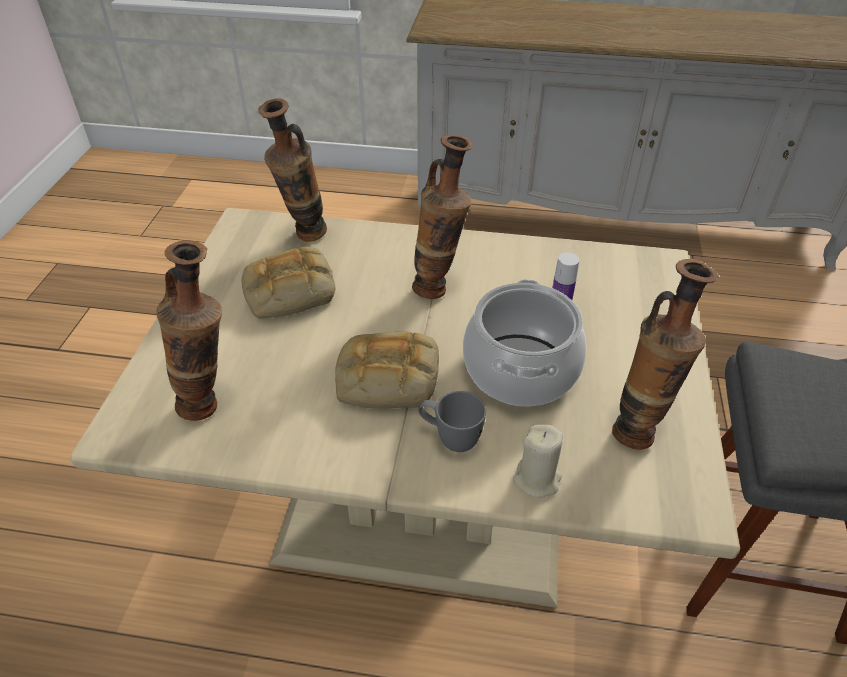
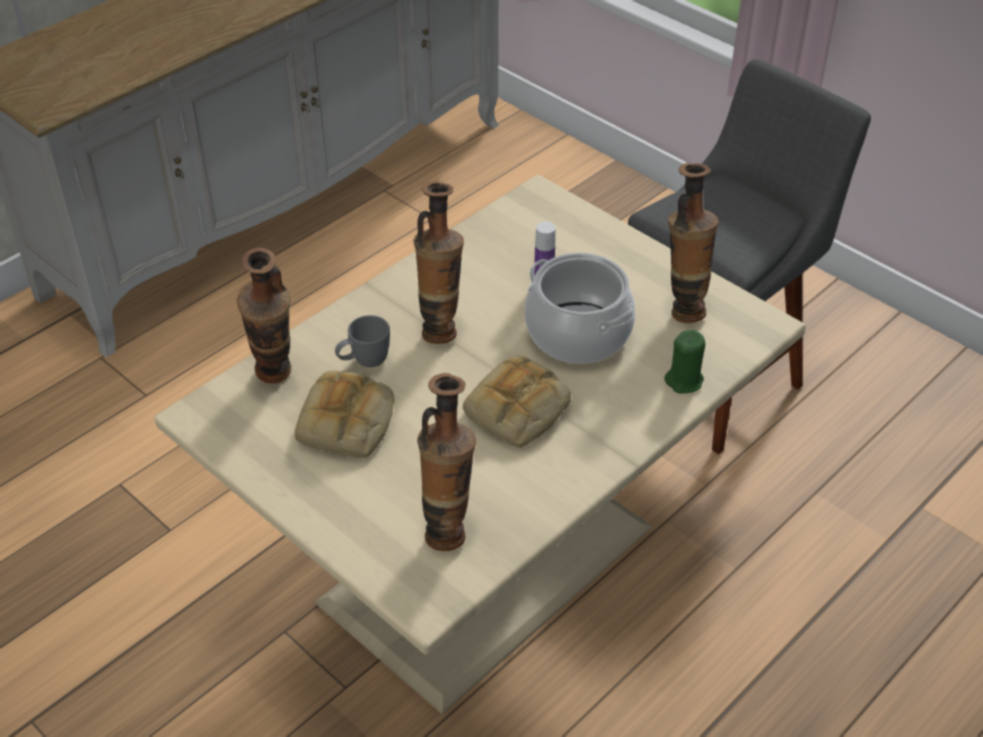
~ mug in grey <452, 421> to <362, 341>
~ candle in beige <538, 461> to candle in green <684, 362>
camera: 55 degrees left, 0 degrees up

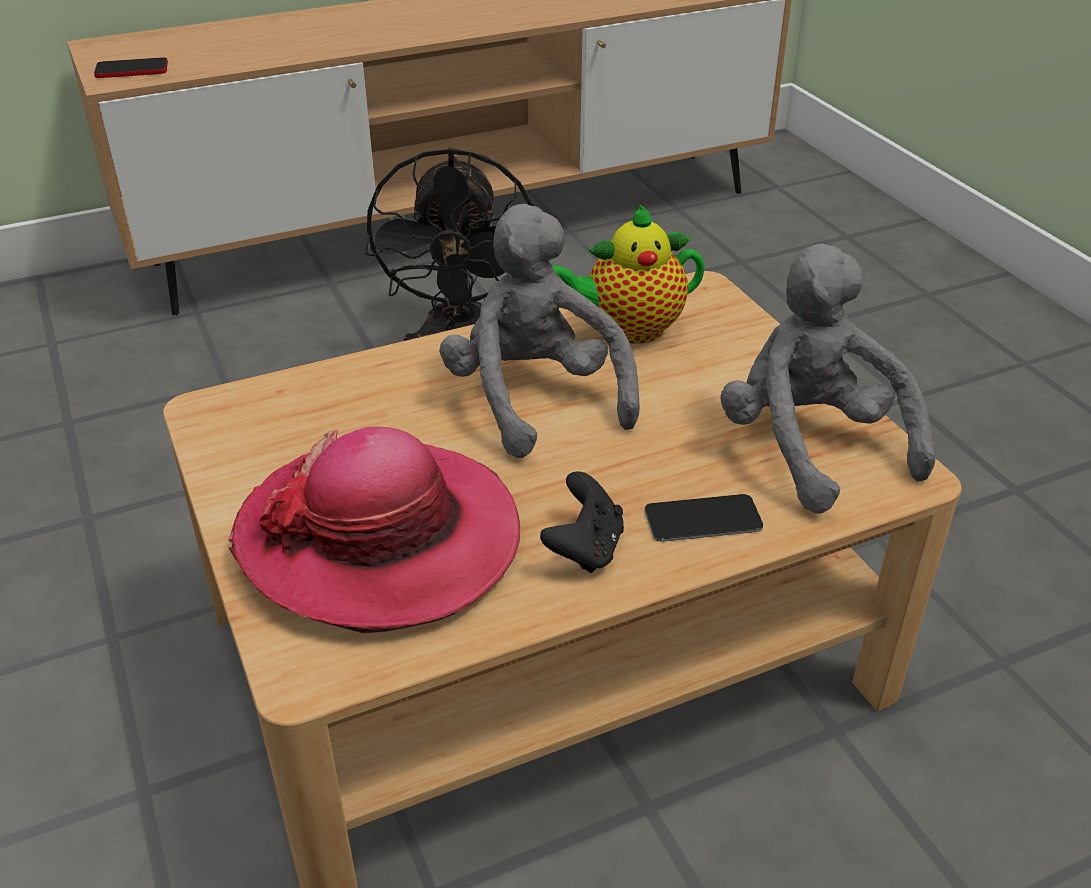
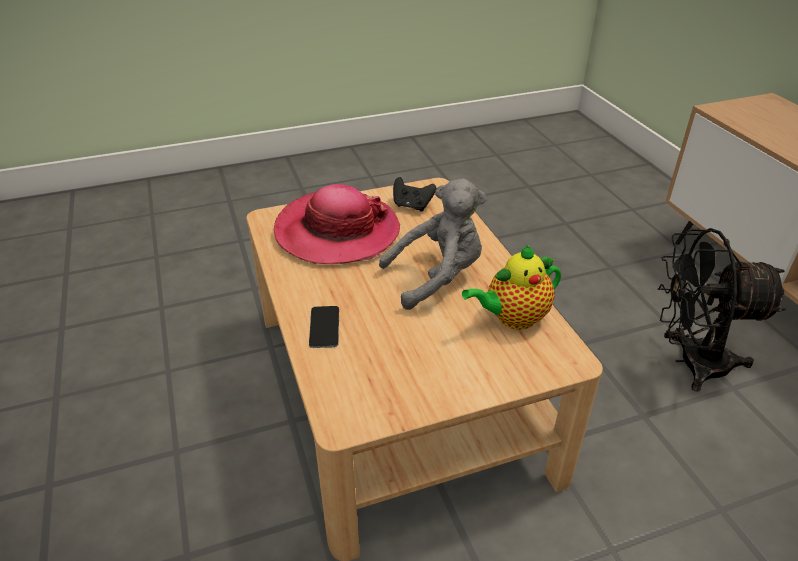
- phone <131, 67>
~ teapot <628, 274> = <511, 287> 105 degrees counterclockwise
- plush toy in grey <827, 378>
~ game controller in black <582, 522> to <414, 194>
camera: 95 degrees right, 0 degrees up

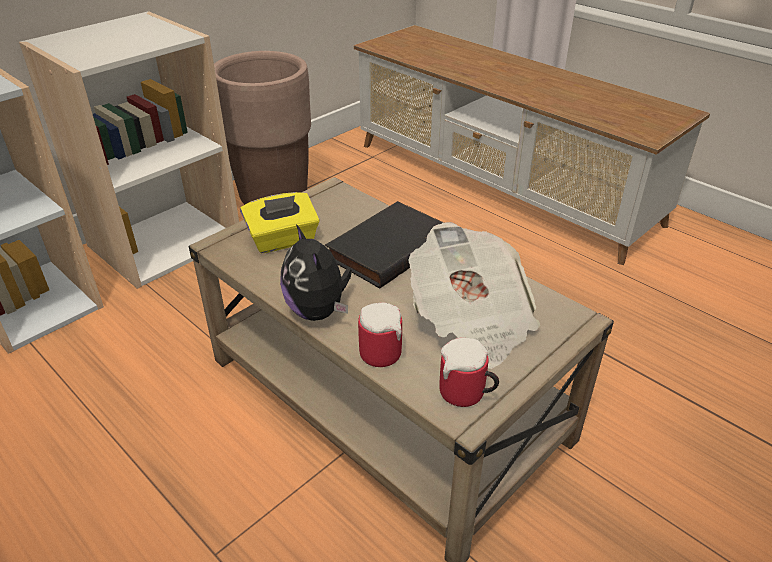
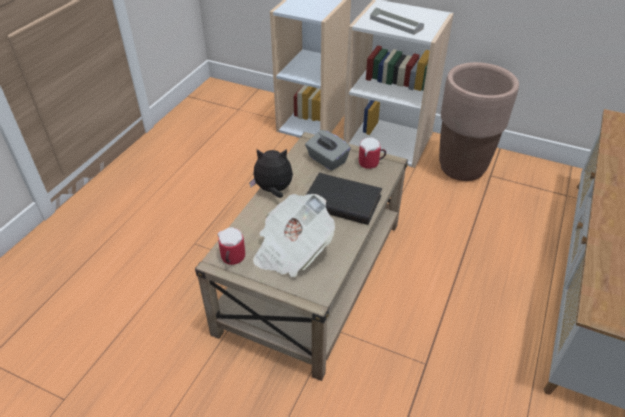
~ tissue box in yellow <280, 222> to tissue box in grey <328, 150>
~ plush toy <316, 272> = <271, 173> 45 degrees clockwise
~ mug <380, 334> to <372, 153>
+ tray in grey <397, 21>
camera: 70 degrees right, 5 degrees up

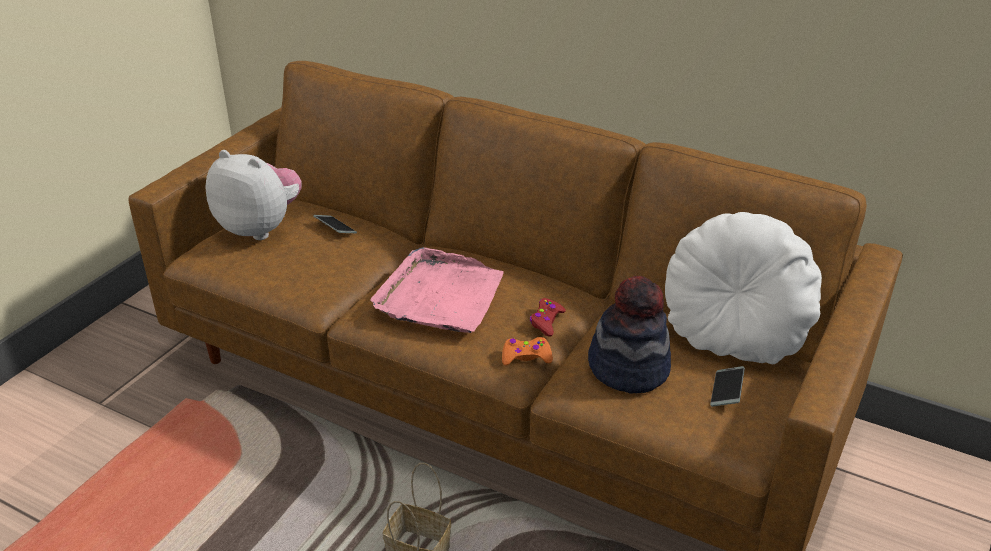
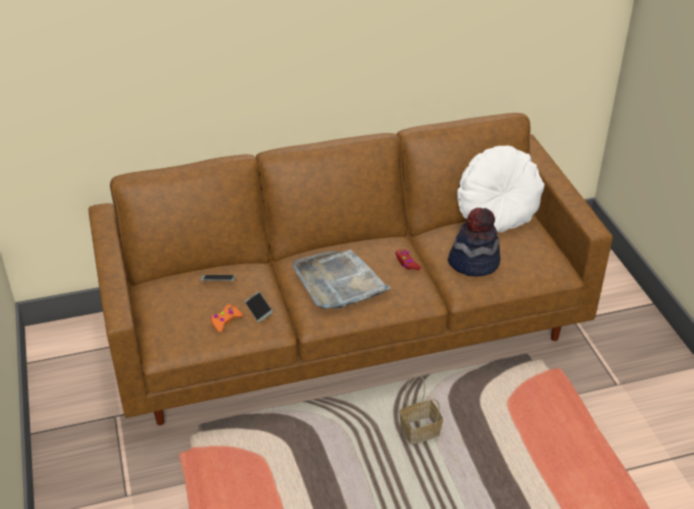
- plush toy <253, 195>
~ tray in pink <437, 290> to tray in grey <342, 279>
~ game controller in orange <527, 351> to <226, 319>
~ phone <727, 386> to <259, 306>
camera: 45 degrees left, 5 degrees up

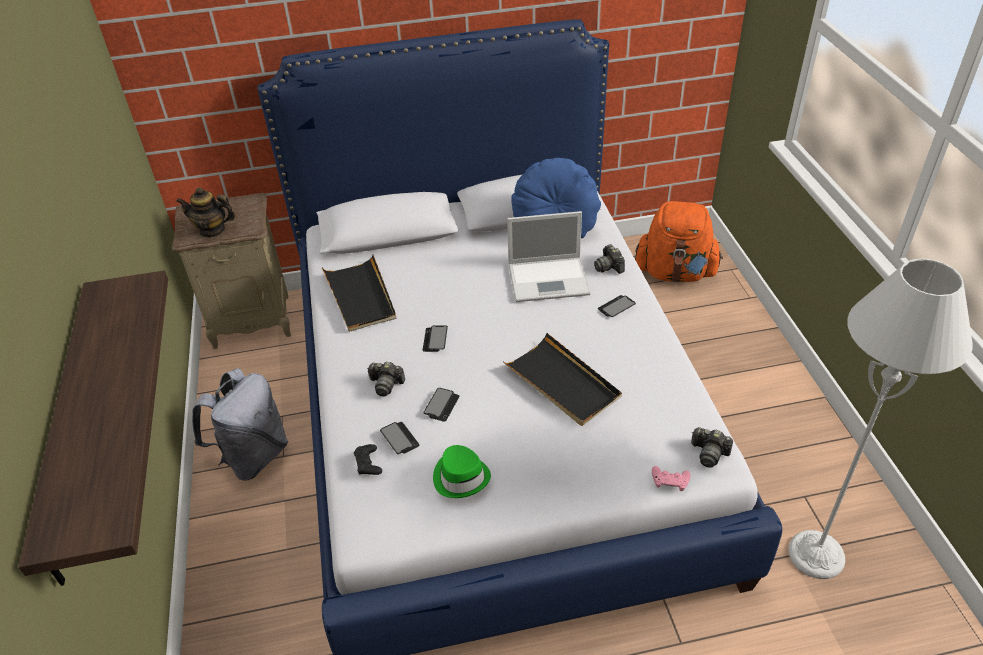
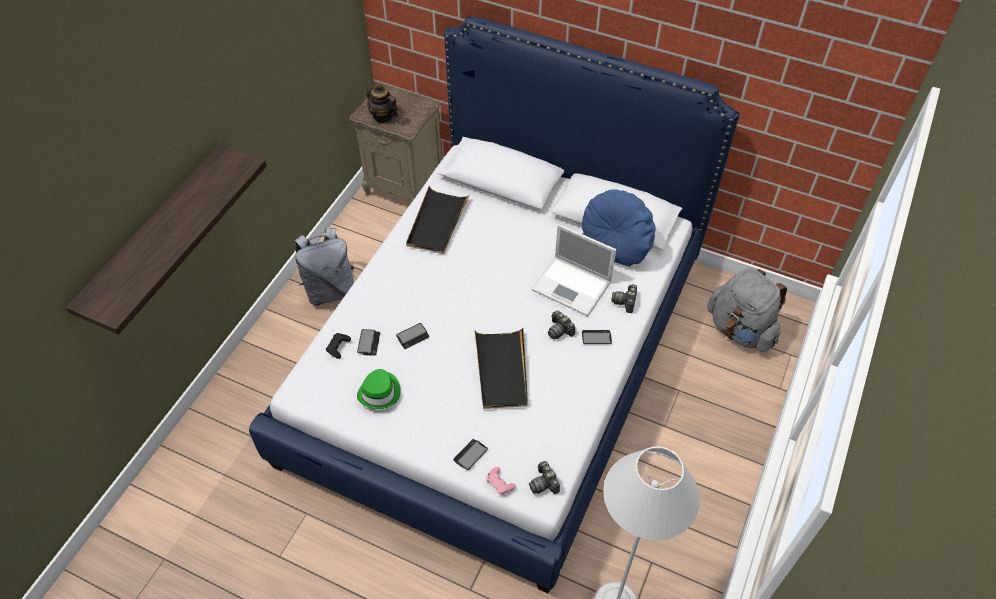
~ backpack in orange <679, 242> to backpack in grey <747, 310>
~ phone <435, 338> to <470, 454>
~ photo camera <386, 379> to <561, 324>
camera: 35 degrees right, 10 degrees up

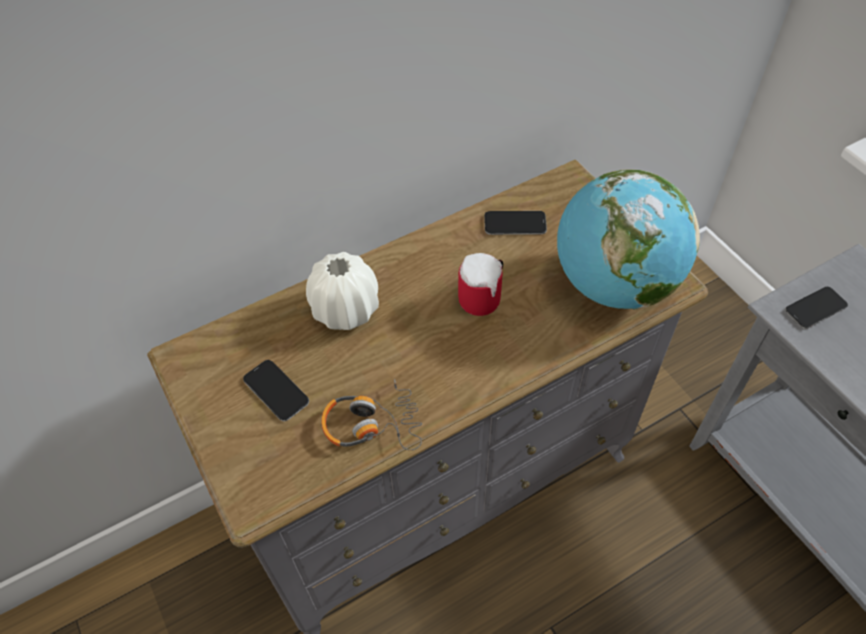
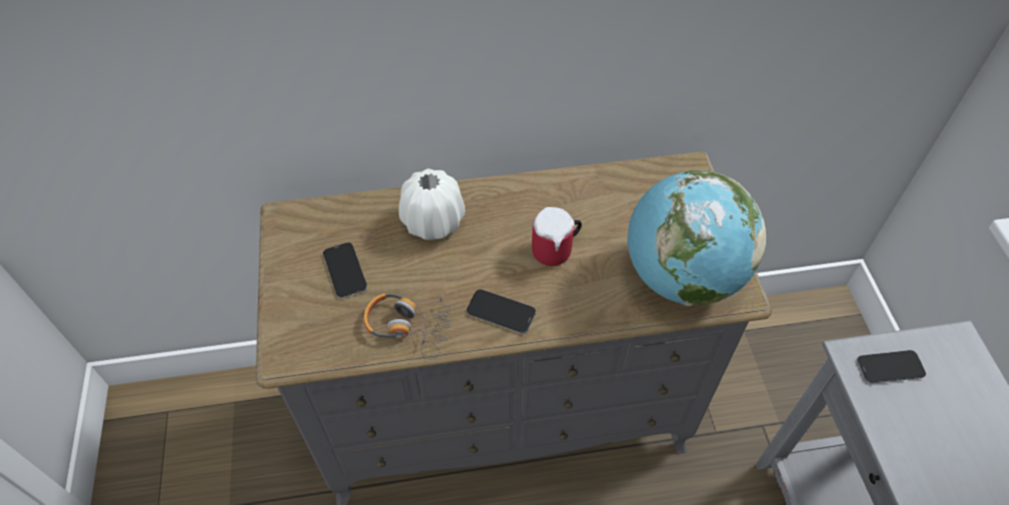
~ phone <515, 223> to <501, 311>
camera: 20 degrees right, 0 degrees up

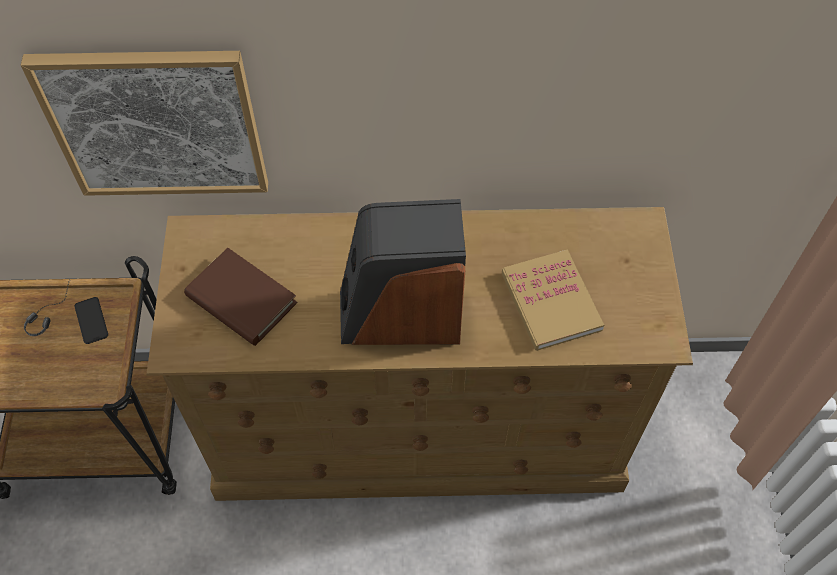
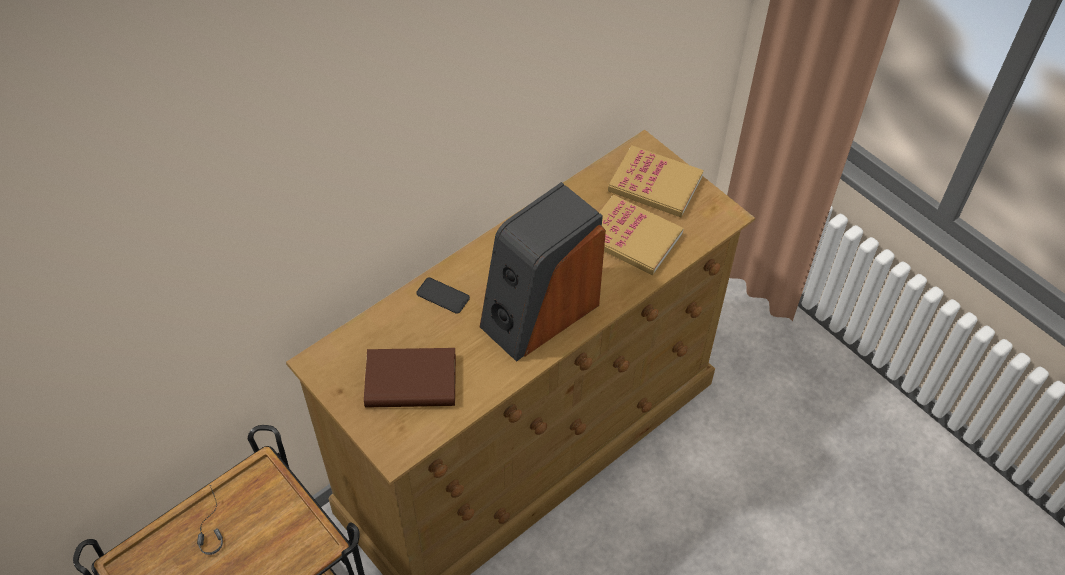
- picture <144, 123>
~ phone <91, 320> to <443, 295>
+ book <656, 181>
camera: 40 degrees left, 5 degrees down

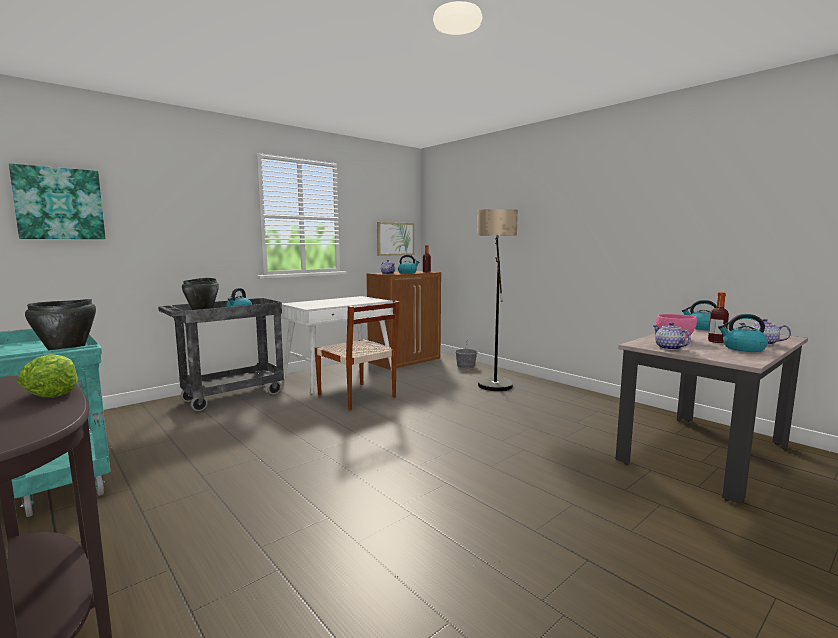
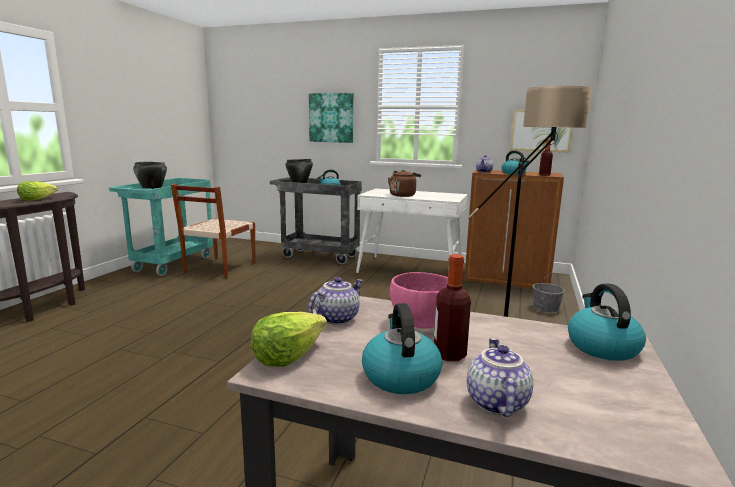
~ picture <57, 201> to <331, 118>
~ chair <357, 355> to <213, 231>
+ kettle in brown <404, 183>
+ lettuce <289, 339>
camera: 60 degrees right, 5 degrees up

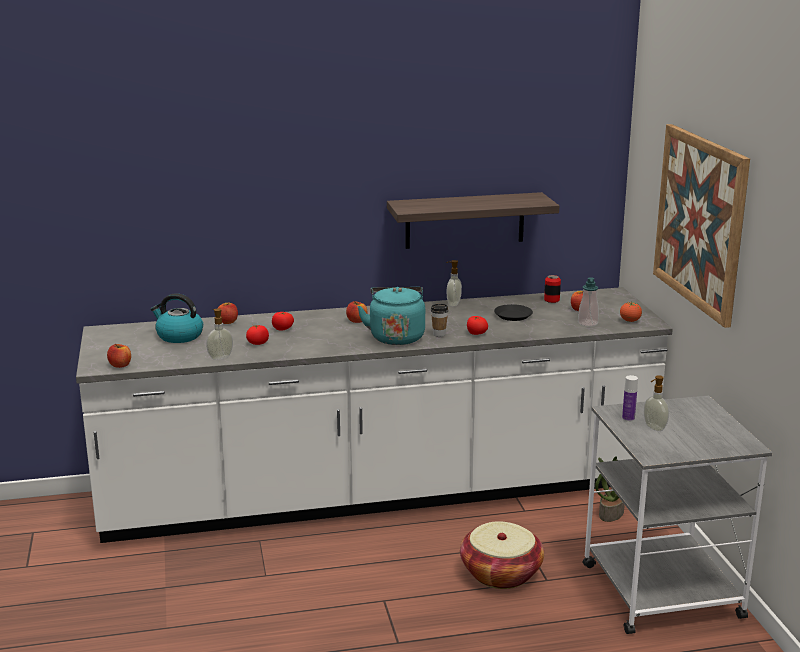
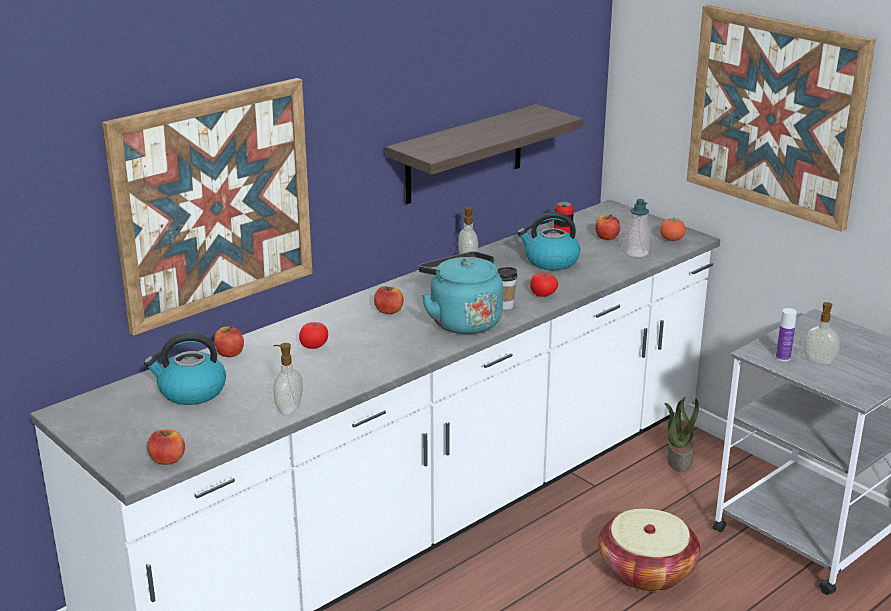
~ plate in black <513, 312> to kettle <548, 241>
- tomato <257, 335>
+ picture <207, 207>
camera: 30 degrees left, 5 degrees up

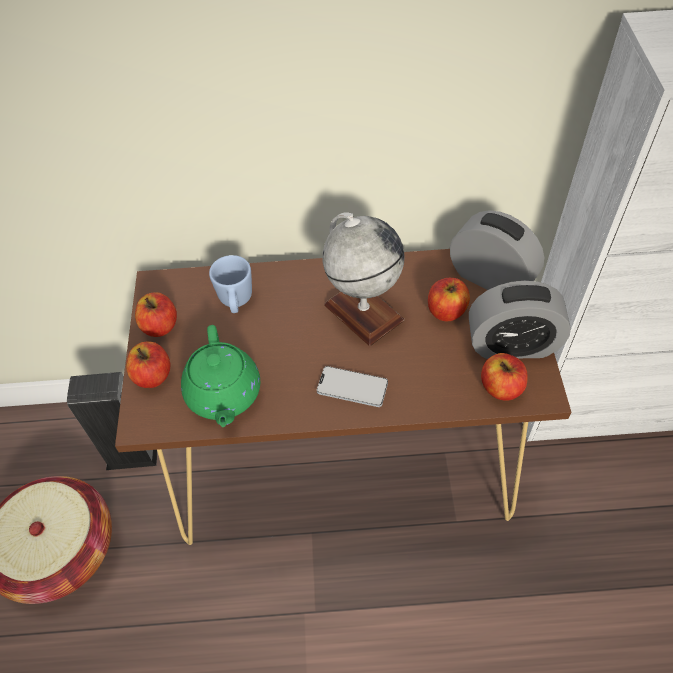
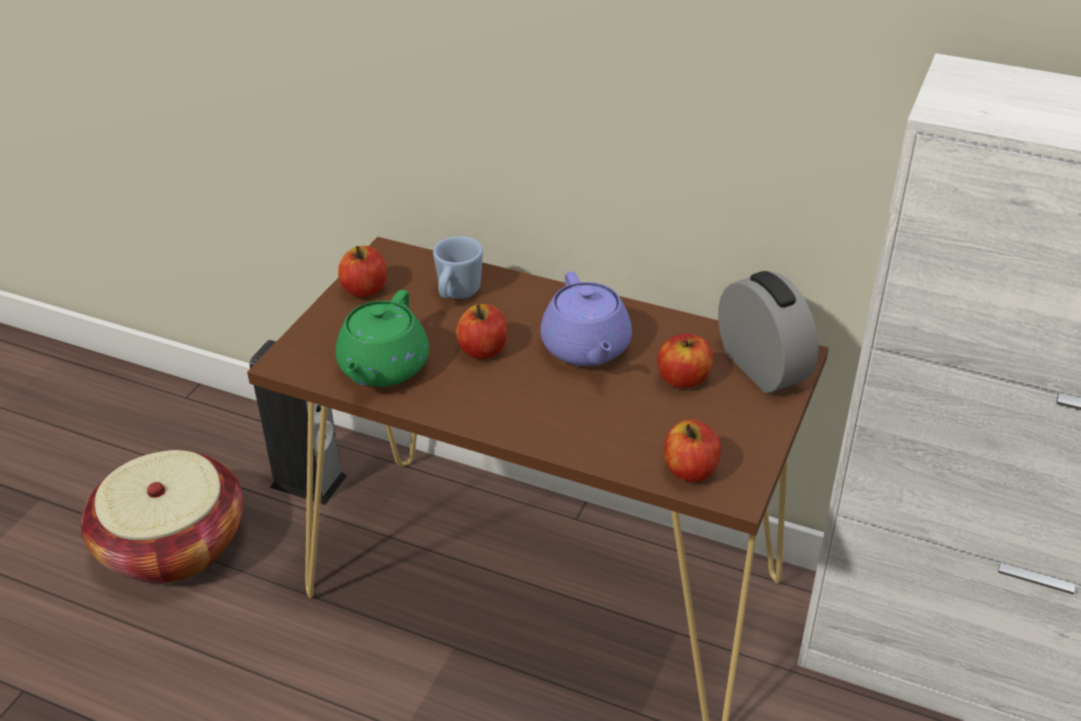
~ globe <364, 279> to teapot in purple <586, 319>
- alarm clock <520, 320>
~ apple <148, 364> to <481, 331>
- phone <352, 386>
camera: 25 degrees right, 15 degrees down

